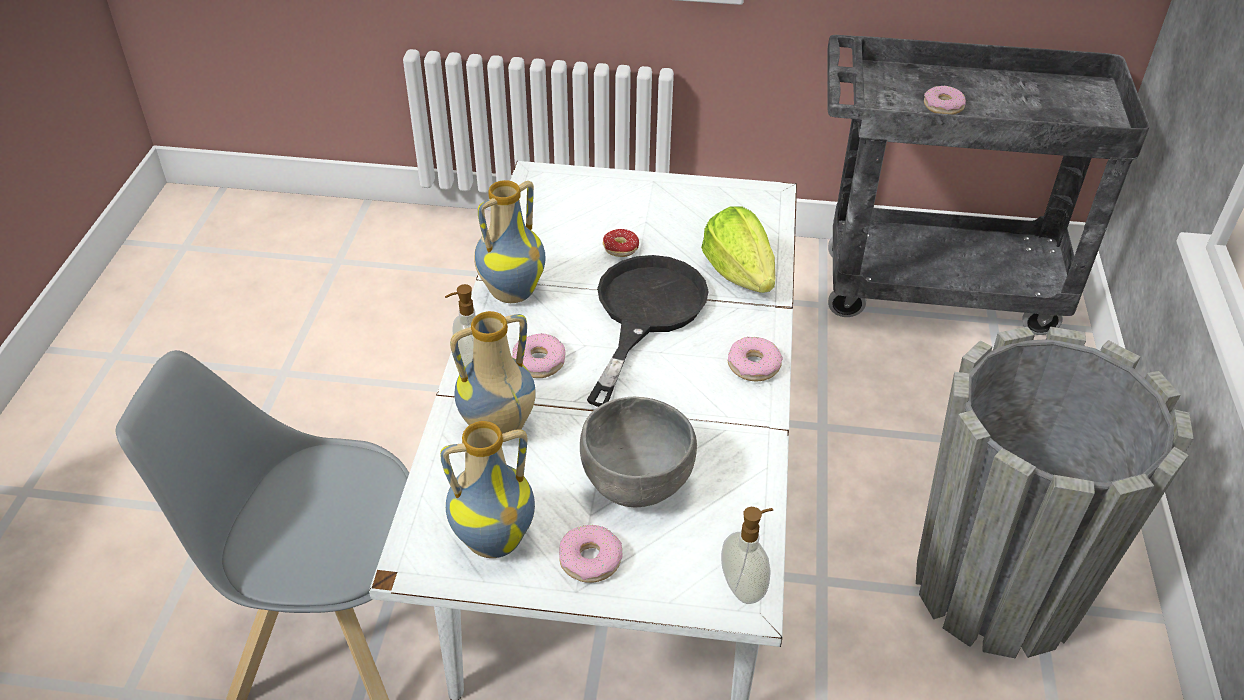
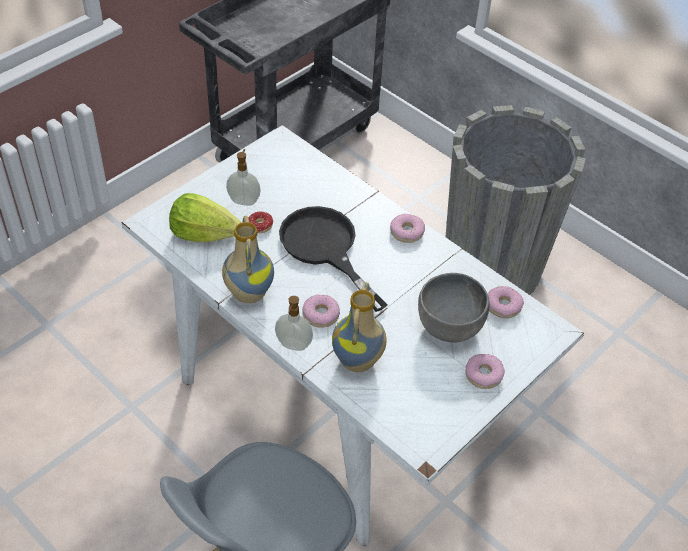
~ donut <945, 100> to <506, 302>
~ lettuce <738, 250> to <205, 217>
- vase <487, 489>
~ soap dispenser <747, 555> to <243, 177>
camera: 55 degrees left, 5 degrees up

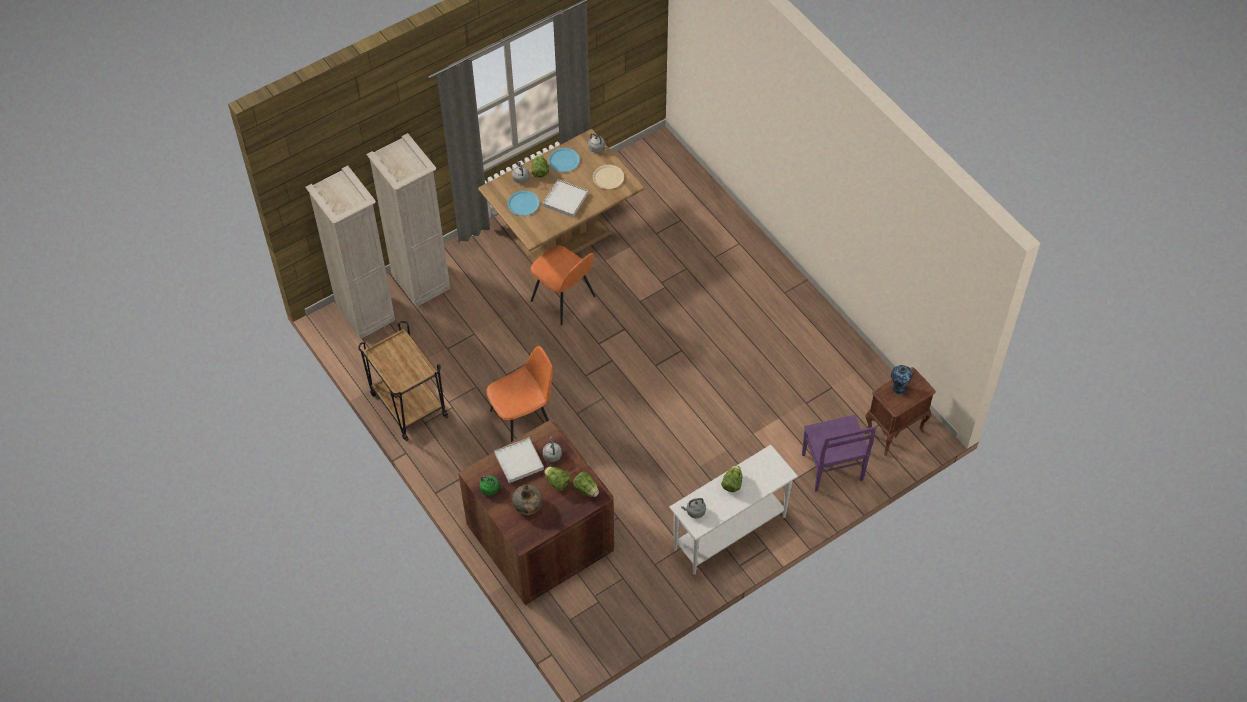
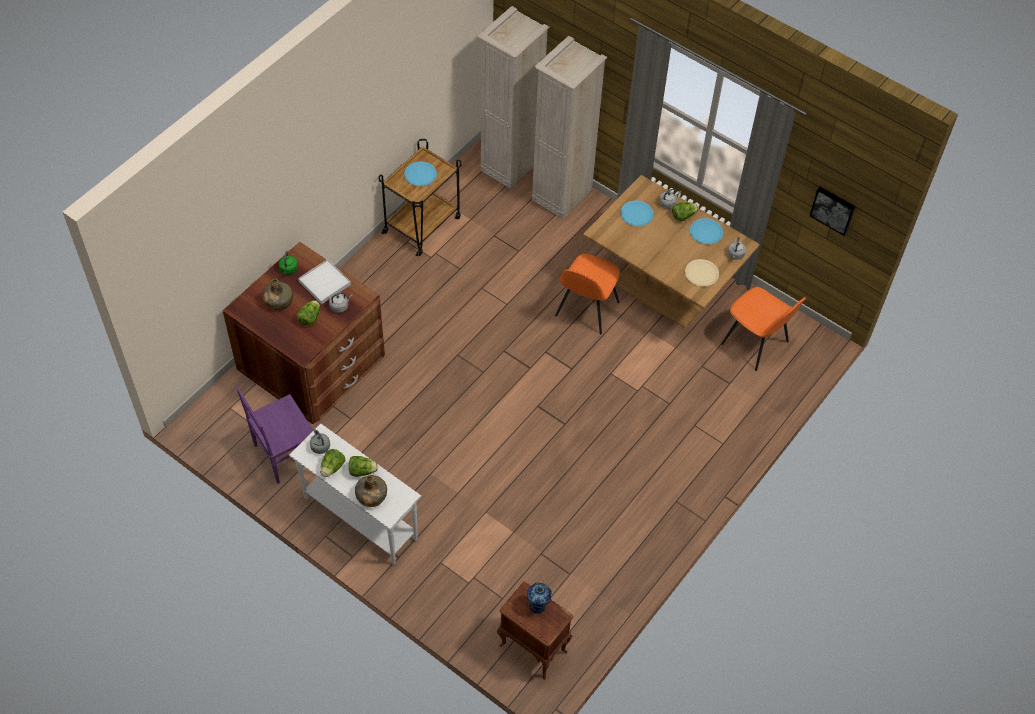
- tray in white <565, 198>
~ chair in orange <519, 394> to <763, 329>
~ chair in purple <839, 453> to <274, 435>
~ lettuce <586, 484> to <332, 463>
+ plate in blue <420, 173>
+ picture <833, 211>
+ bottle in green <371, 491>
camera: 70 degrees right, 0 degrees up

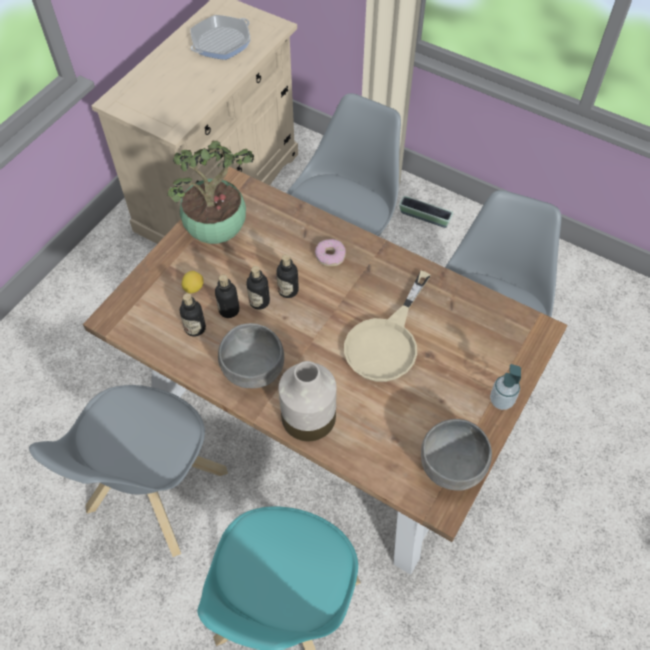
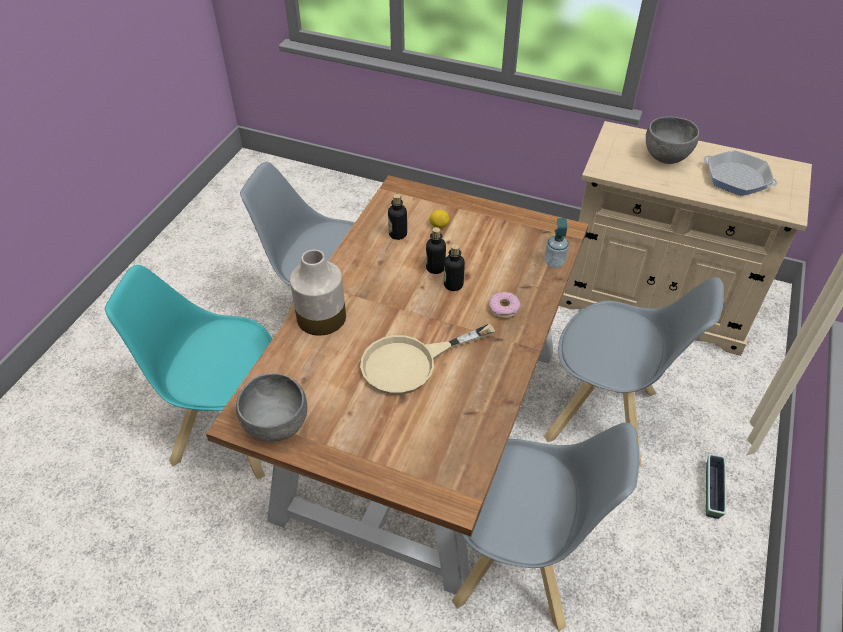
- potted plant <210, 192>
~ frying pan in beige <387, 326> = <427, 359> 45 degrees counterclockwise
- bottle <227, 296>
~ bowl in grey <251, 355> to <672, 140>
~ soap dispenser <505, 387> to <557, 243>
camera: 80 degrees right, 10 degrees down

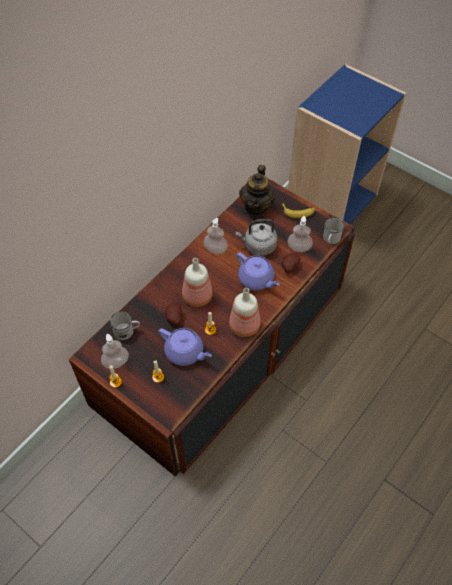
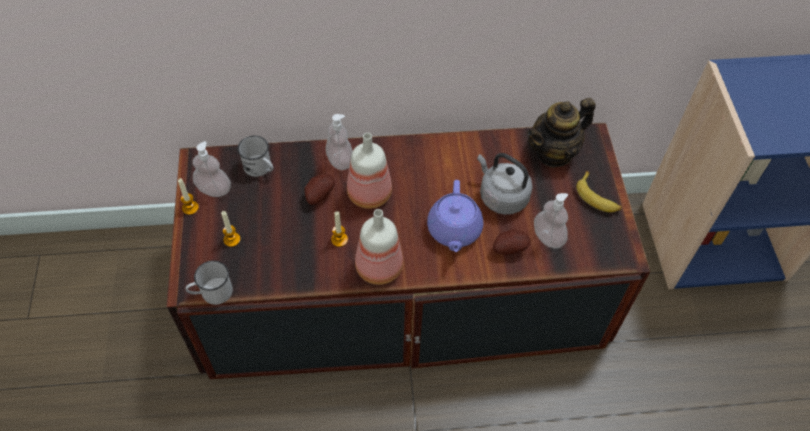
~ mug in white <333, 230> to <209, 282>
~ soap dispenser <215, 236> to <339, 142>
- teapot in purple <185, 347>
camera: 45 degrees right, 0 degrees up

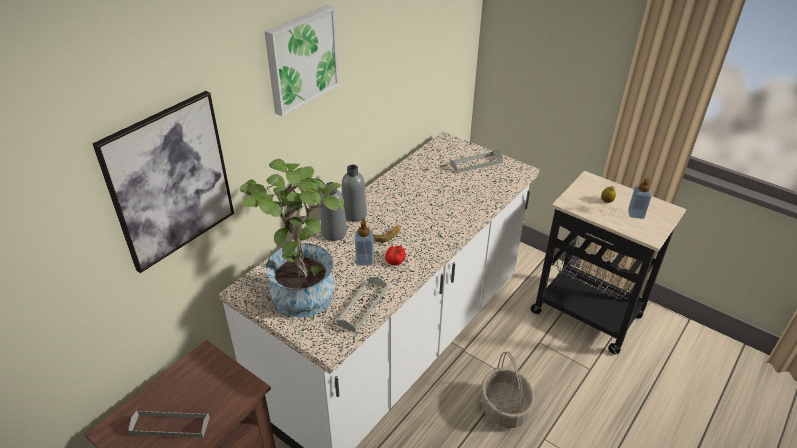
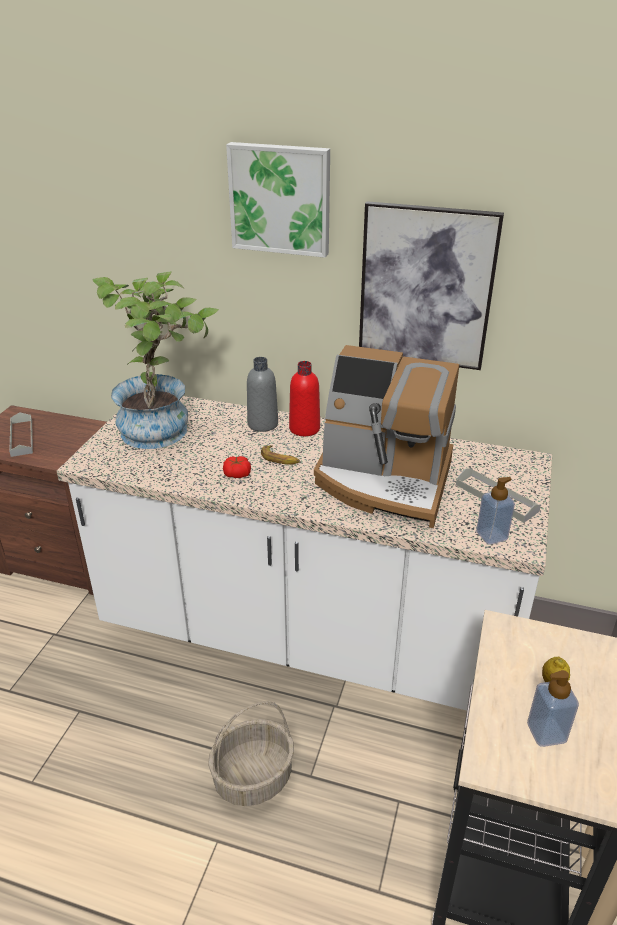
~ picture <163, 182> to <431, 285>
~ bottle in grey <354, 193> to bottle in red <304, 398>
~ soap dispenser <364, 241> to <495, 511>
- tray in grey <362, 305>
+ coffee machine <386, 436>
camera: 70 degrees right, 5 degrees down

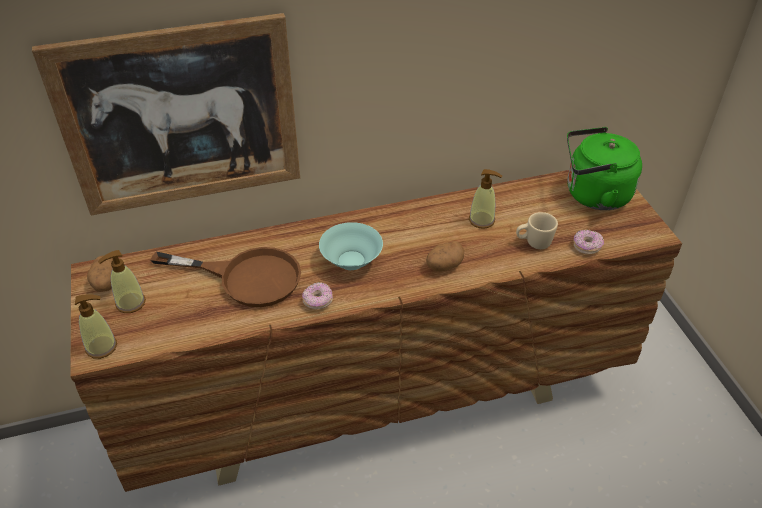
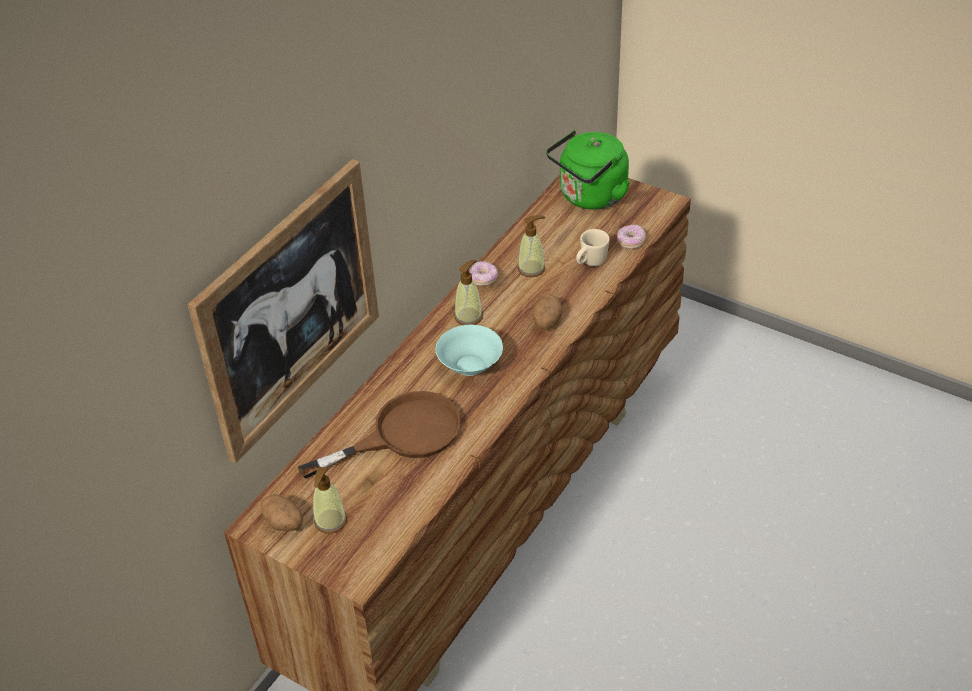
~ donut <317, 296> to <484, 273>
~ soap dispenser <96, 327> to <468, 292>
camera: 40 degrees left, 0 degrees up

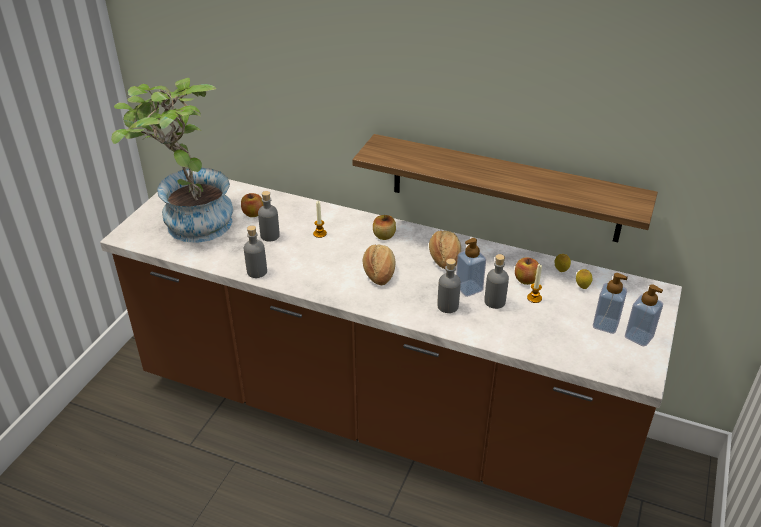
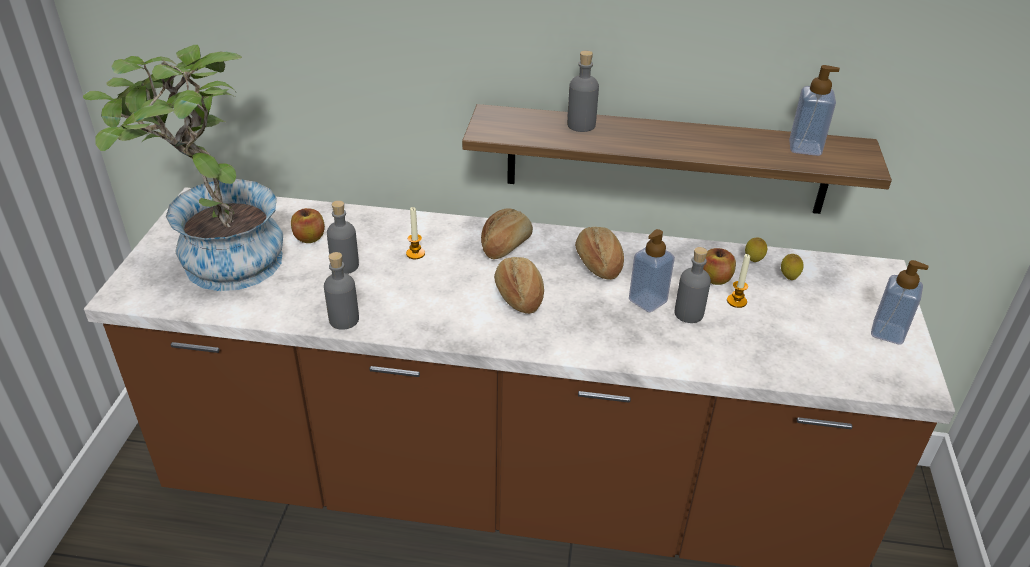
~ apple <384, 227> to bread <507, 233>
~ bottle in grey <449, 286> to <583, 91>
~ soap dispenser <610, 303> to <814, 110>
camera: 15 degrees left, 0 degrees up

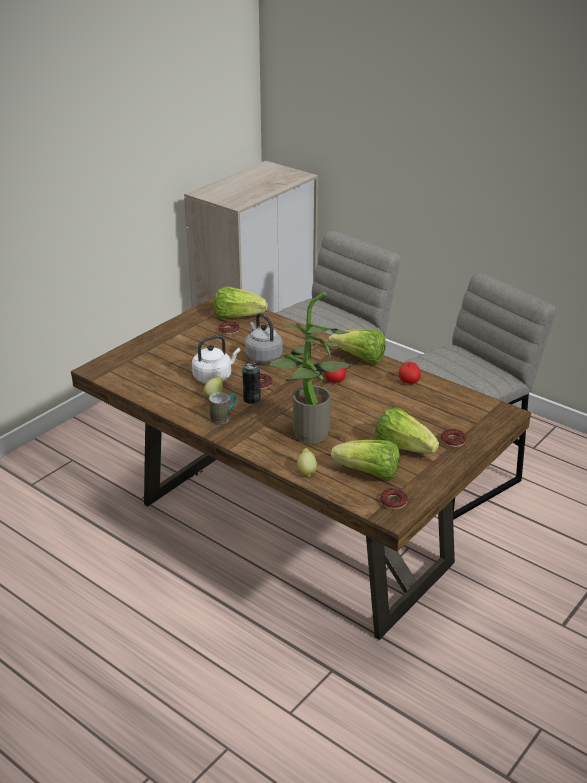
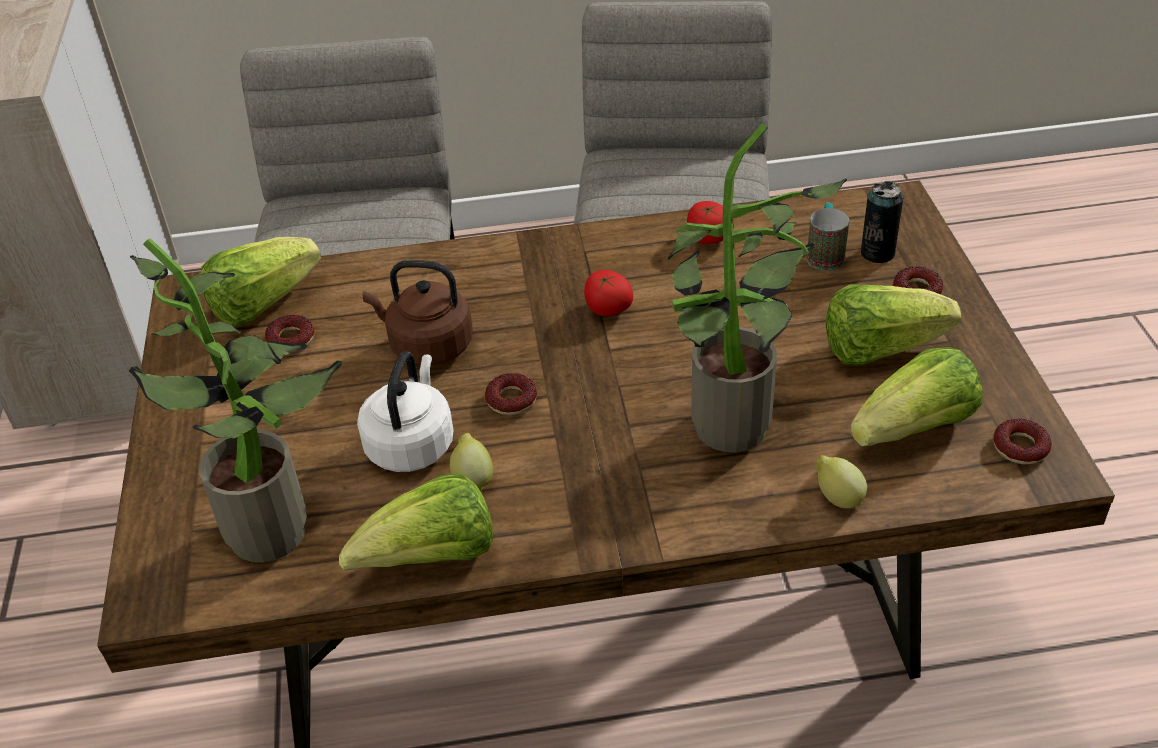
~ kettle in grey <264, 338> to kettle in brown <418, 312>
~ lettuce <357, 346> to <416, 522>
~ can <251, 383> to <882, 222>
~ mug <222, 408> to <828, 237>
+ potted plant <235, 400>
camera: 45 degrees left, 10 degrees up

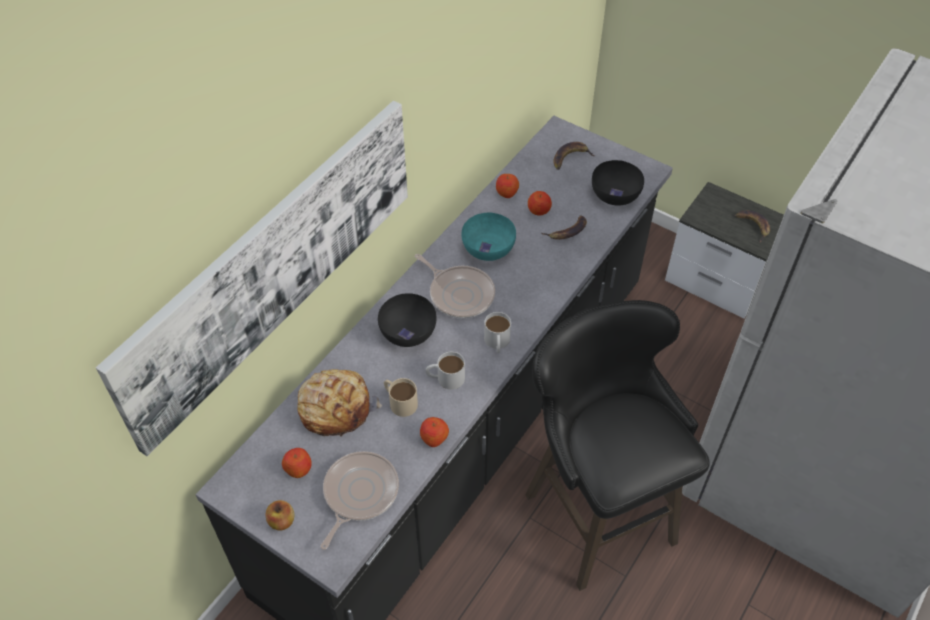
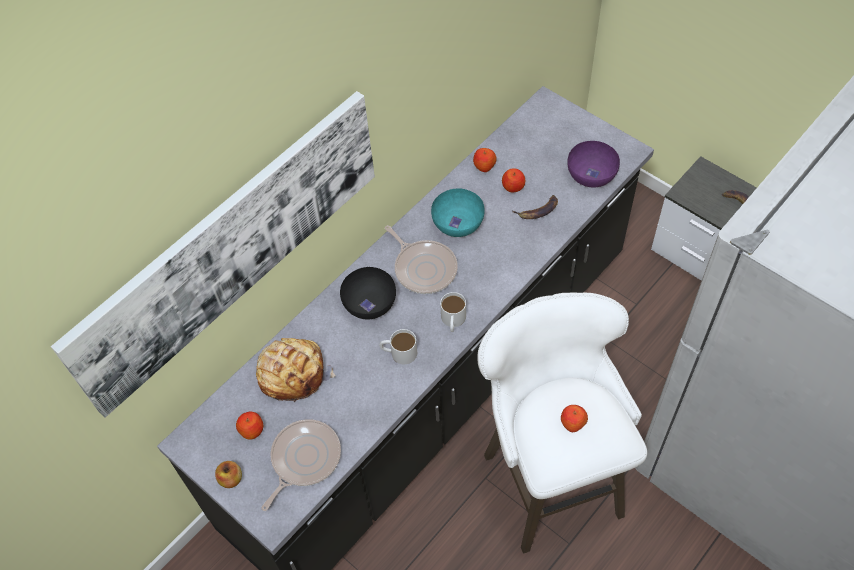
- banana <574, 156>
~ bowl in black <618, 183> to bowl in purple <593, 164>
~ stool in black <617, 445> to stool in white <562, 423>
- mug in beige <401, 397>
~ apple <434, 432> to <574, 418>
camera: 10 degrees right, 5 degrees up

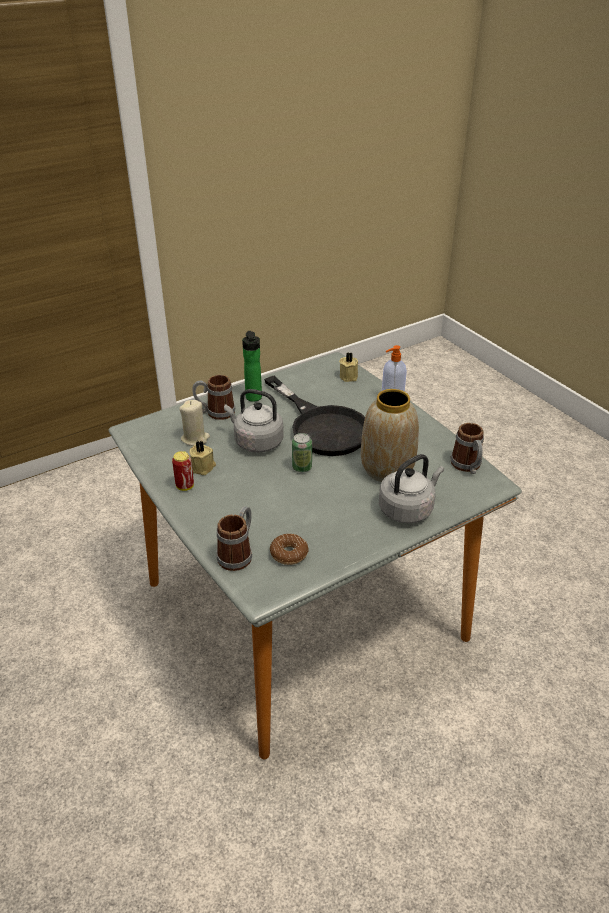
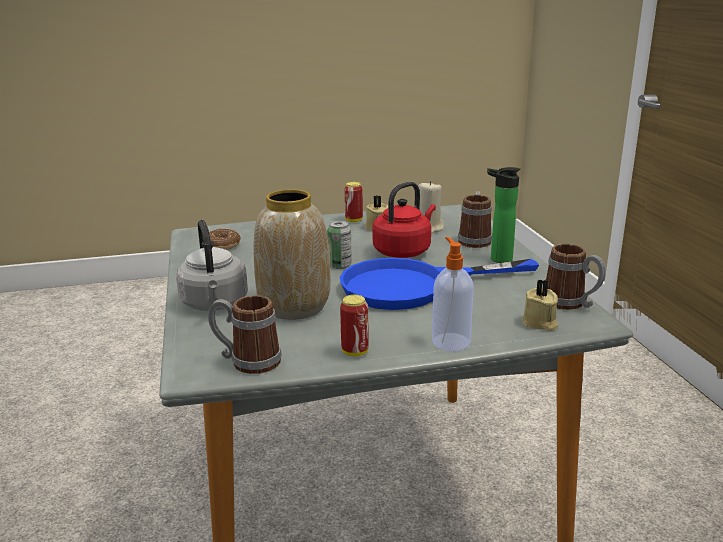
~ frying pan in black <314, 416> to frying pan in blue <439, 284>
~ kettle in grey <254, 421> to kettle in red <404, 220>
~ mug <234, 538> to <576, 277>
+ can <354, 326>
camera: 110 degrees right, 15 degrees down

